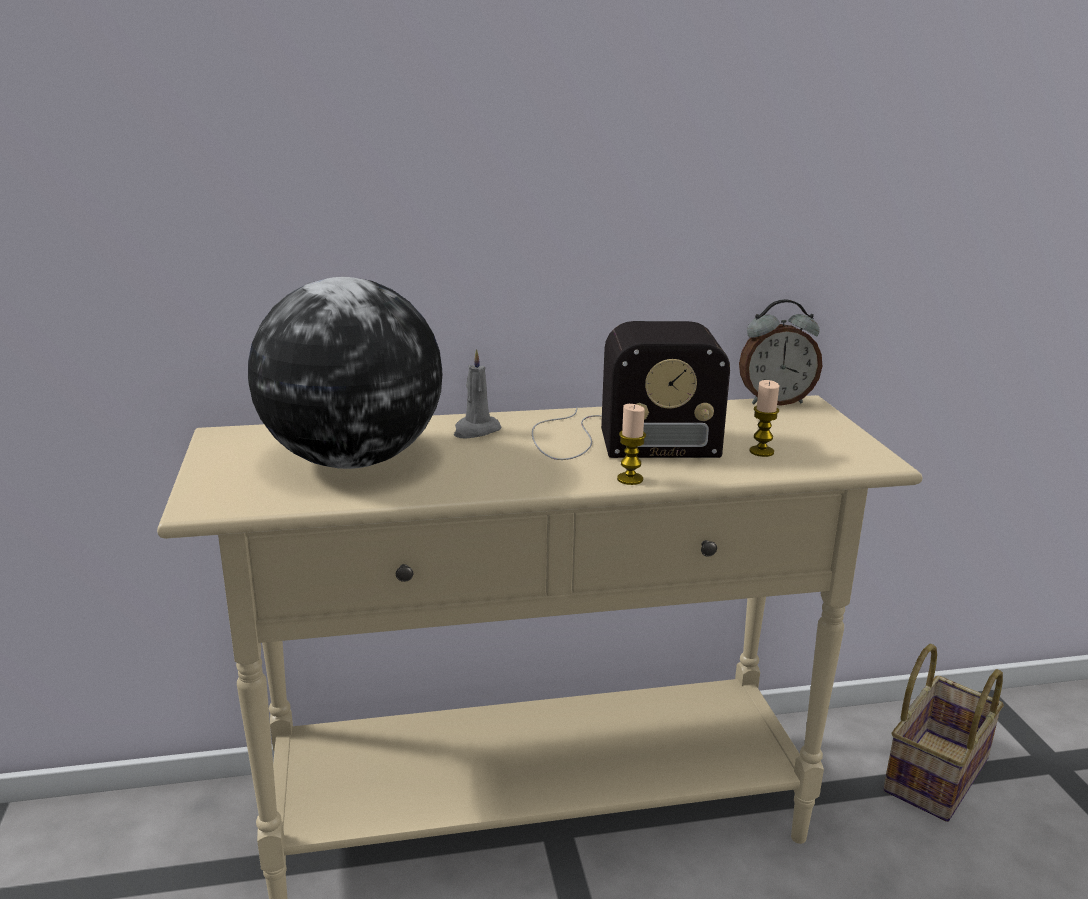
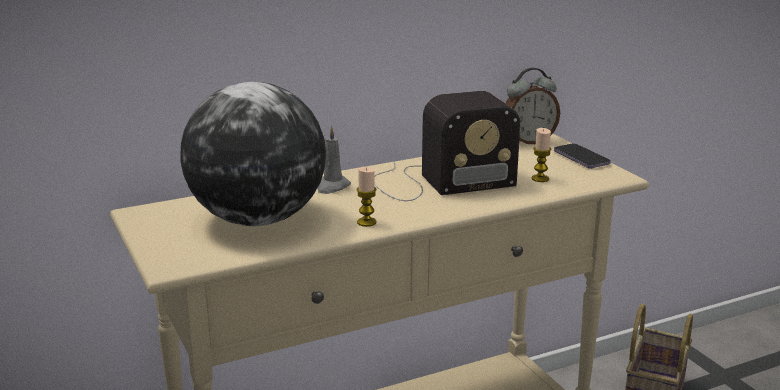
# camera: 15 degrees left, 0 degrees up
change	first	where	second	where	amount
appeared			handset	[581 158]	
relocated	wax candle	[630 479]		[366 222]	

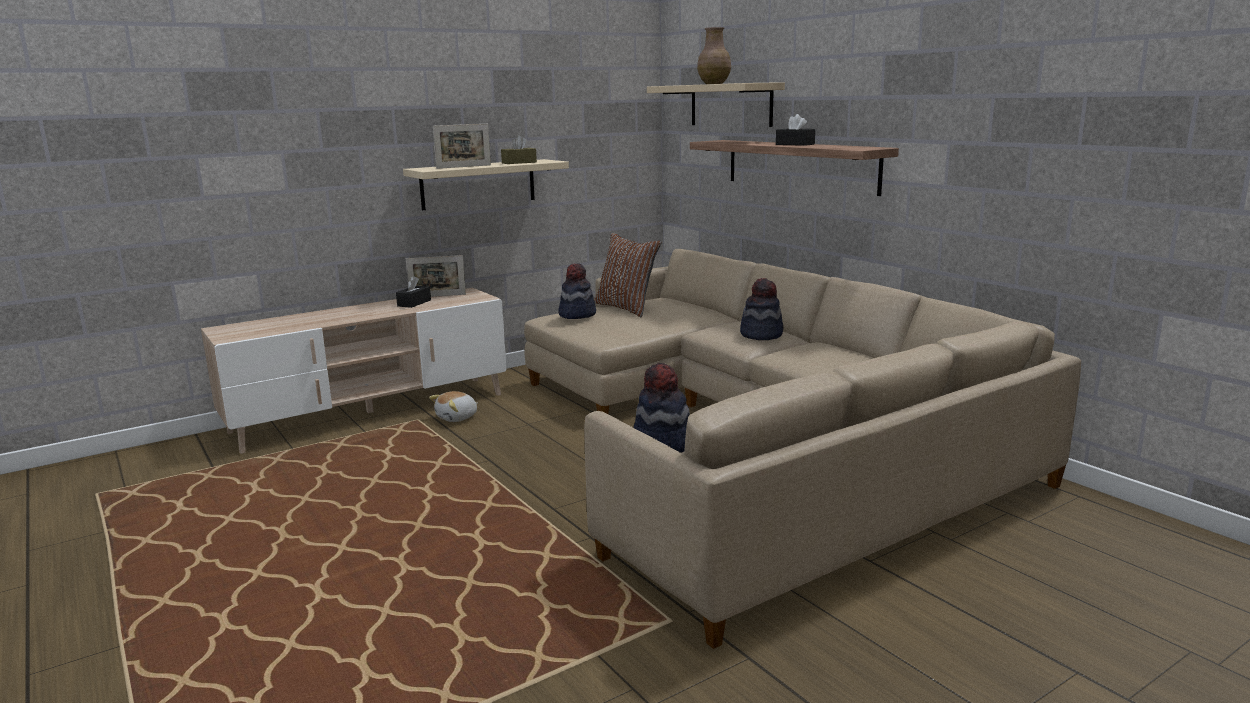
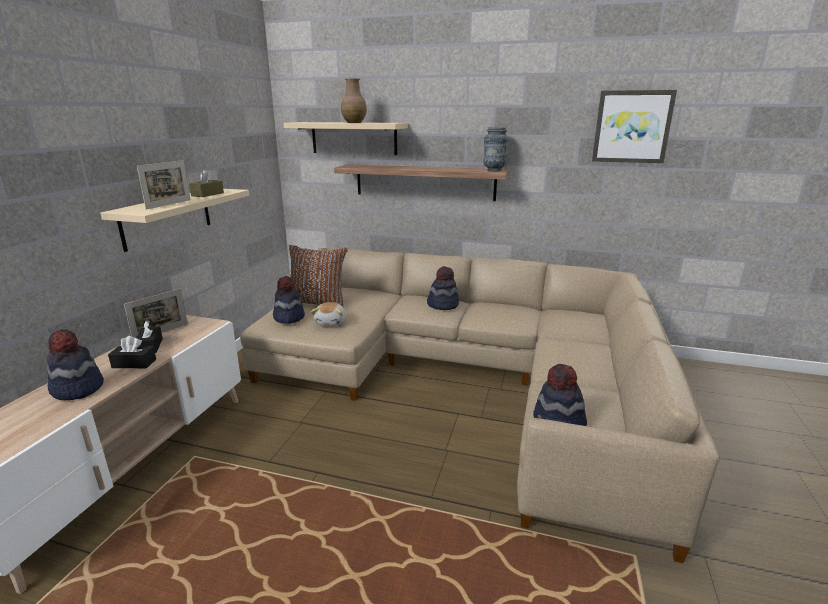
# camera: 40 degrees left, 5 degrees up
change	first	where	second	where	amount
appeared			wearable hat	[77 389]	
appeared			flower vase	[494 170]	
appeared			picture	[632 127]	
relocated	soft toy	[457 418]		[331 322]	
relocated	tissue box (blackish)	[795 144]		[134 363]	

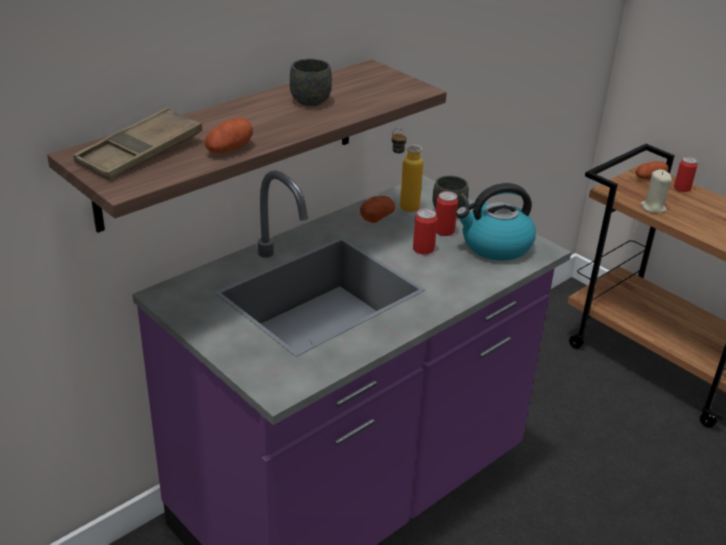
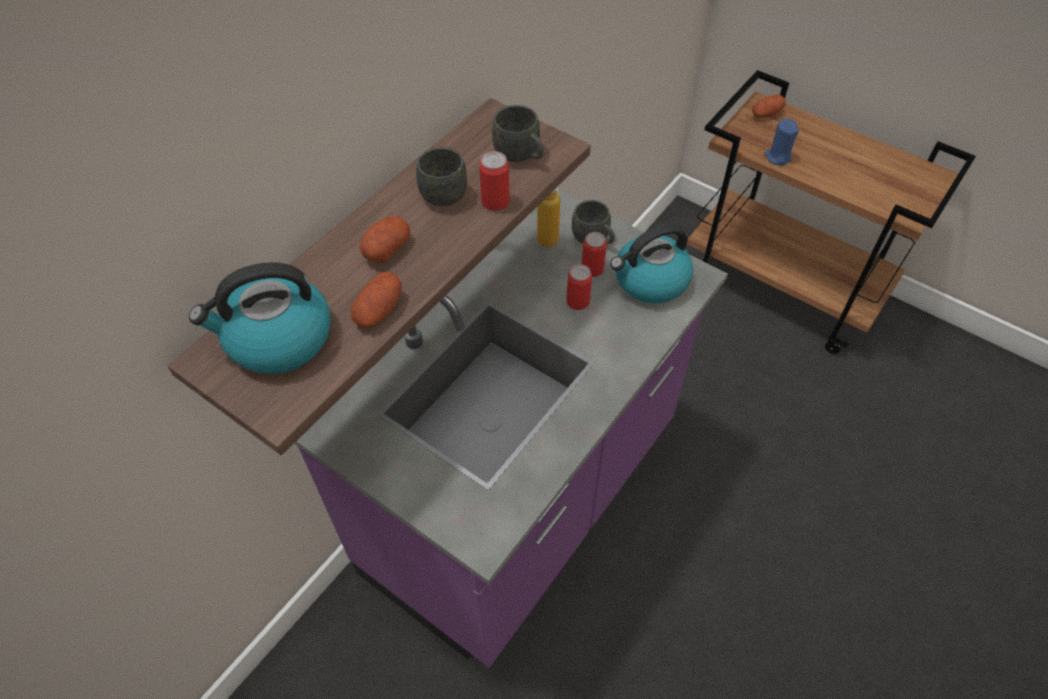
# camera: 10 degrees left, 20 degrees up
change	first	where	second	where	amount
appeared			mug (greyish)	[521 156]	
relocated	spud	[377 217]		[387 249]	
relocated	metal can	[682 188]		[495 201]	
exchanged	serving tray (brownish)	[140 152]	kettle	[278 339]	
colour	wax candle (beige)	[653 208]	wax candle (blue-coloured)	[777 157]	

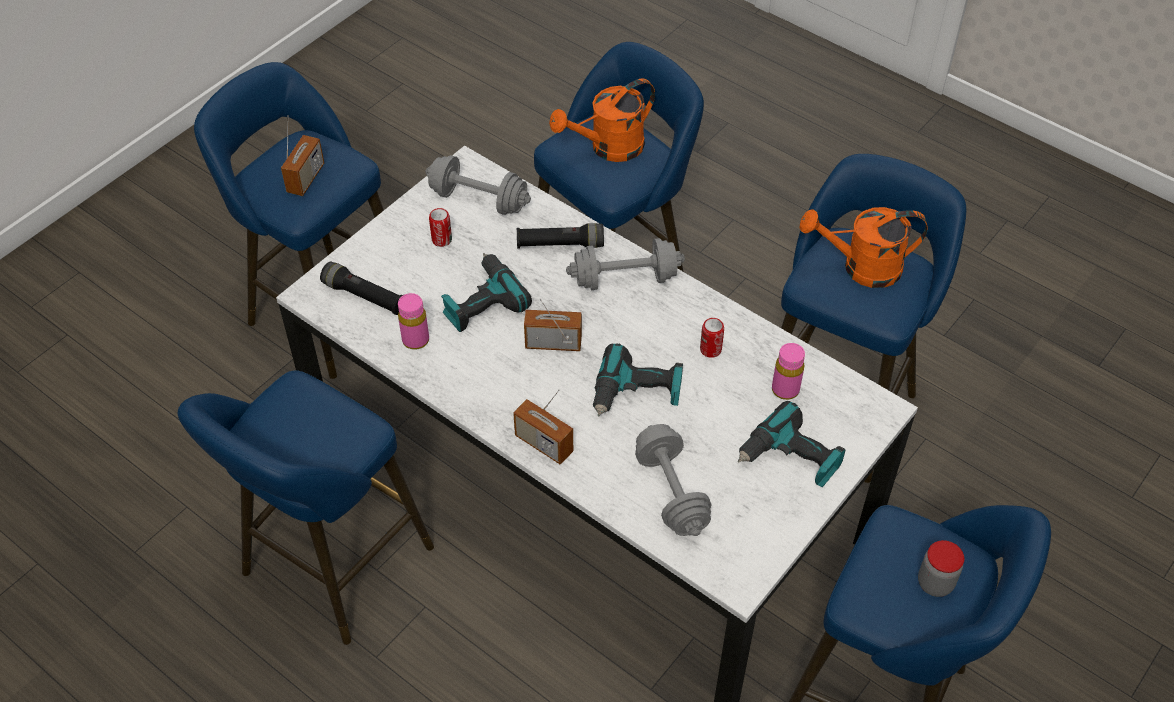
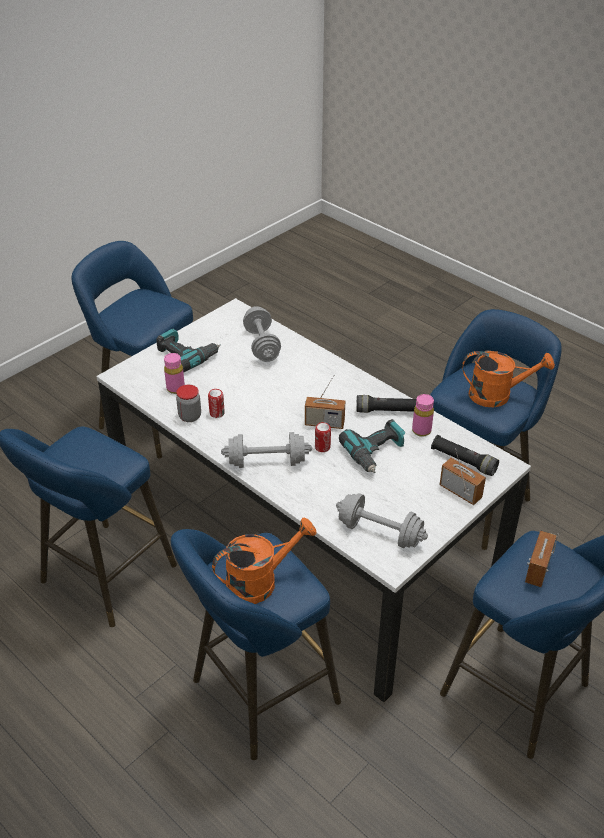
# camera: 175 degrees left, 10 degrees down
change	first	where	second	where	amount
missing	electric drill	[637 393]			
relocated	metal can	[442 240]		[322 447]	
relocated	radio	[544 444]		[460 492]	
relocated	torch (blackish)	[560 244]		[387 411]	
relocated	watering pot (orange)	[861 268]		[497 395]	
relocated	storage jar	[935 583]		[190 416]	

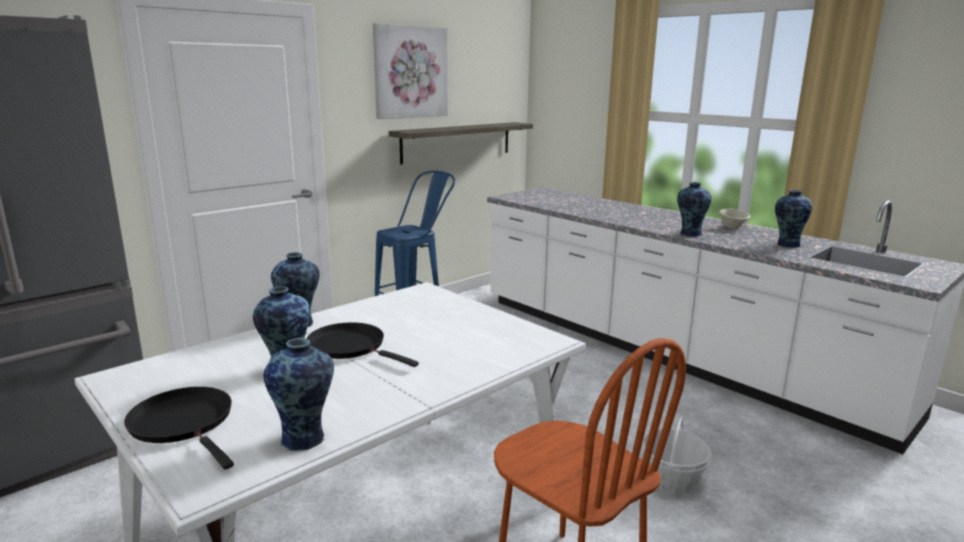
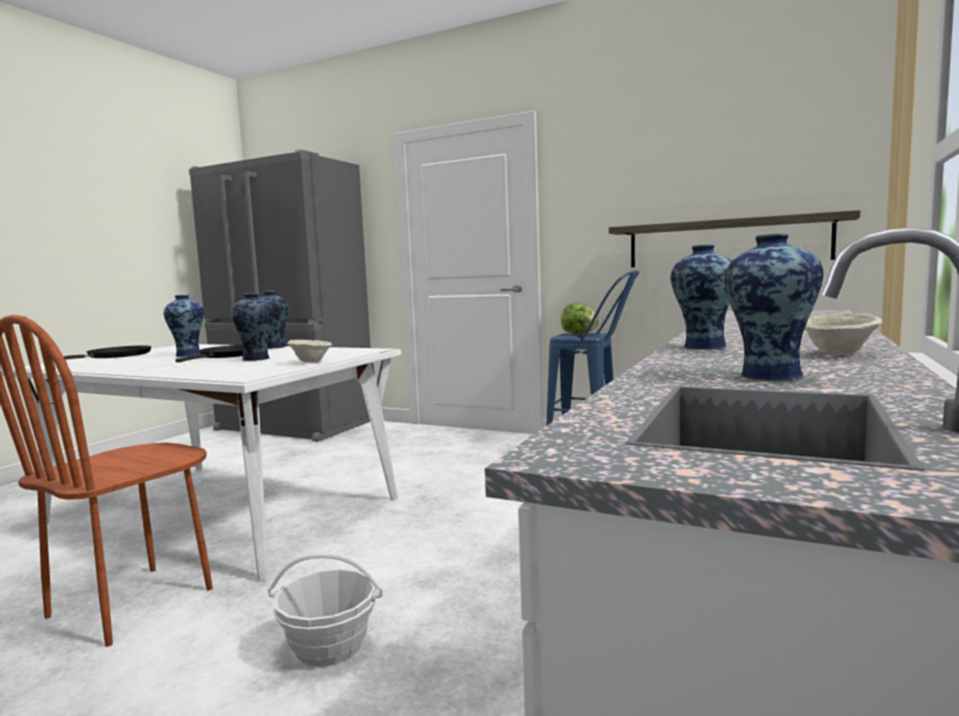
# camera: 70 degrees right, 10 degrees down
change	first	where	second	where	amount
missing	picture	[410 72]			
appeared			deep dish (beige)	[310 362]	
appeared			lettuce head	[579 333]	
relocated	flower vase	[305 439]		[256 359]	

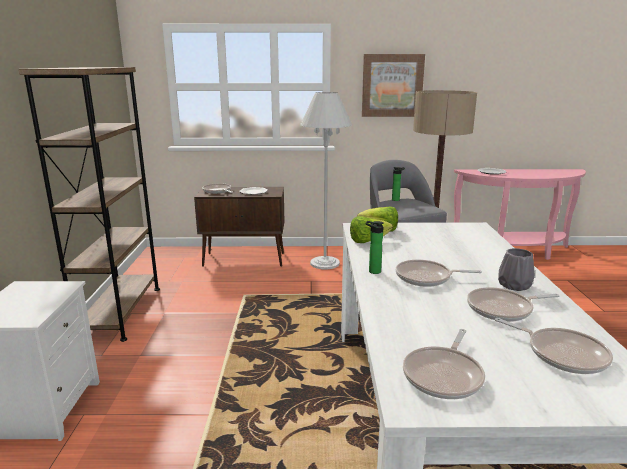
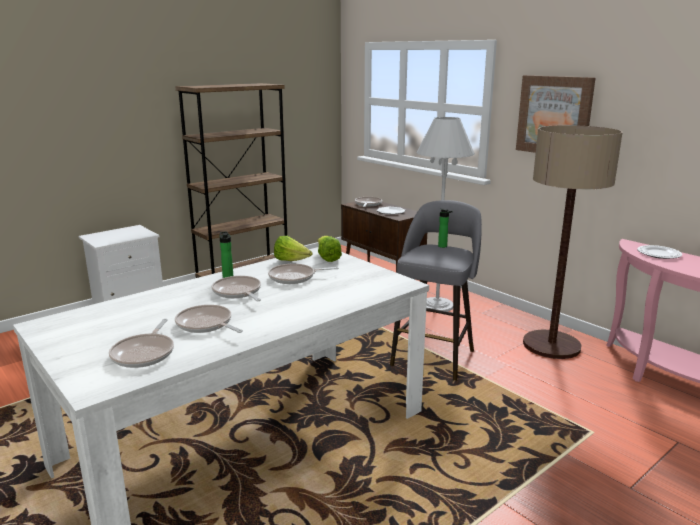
# camera: 50 degrees right, 0 degrees up
change	first	where	second	where	amount
missing	flower vase (greyish)	[513 285]			
relocated	pan	[444 375]		[295 277]	

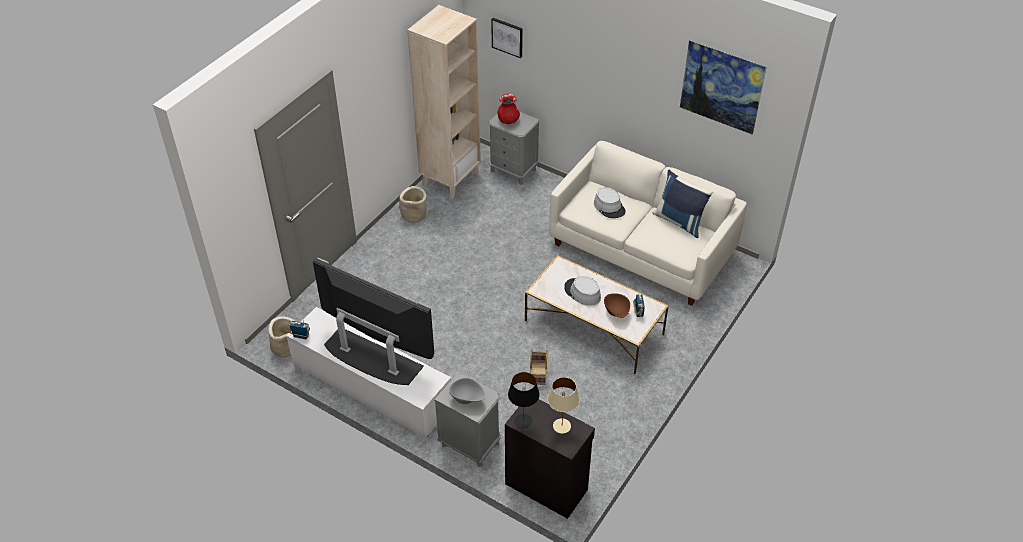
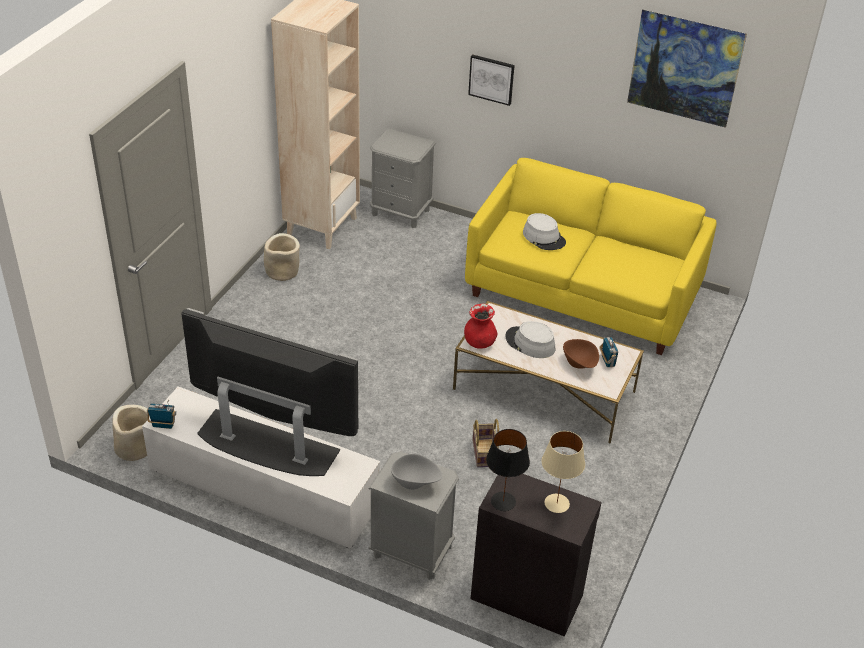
# camera: 10 degrees left, 5 degrees down
change	first	where	second	where	amount
missing	pillow (blue-coloured)	[680 221]			
relocated	picture	[507 37]		[491 79]	
relocated	flower vase (reddish)	[508 121]		[479 343]	
colour	sofa (white)	[642 248]	sofa (yellow)	[584 292]	

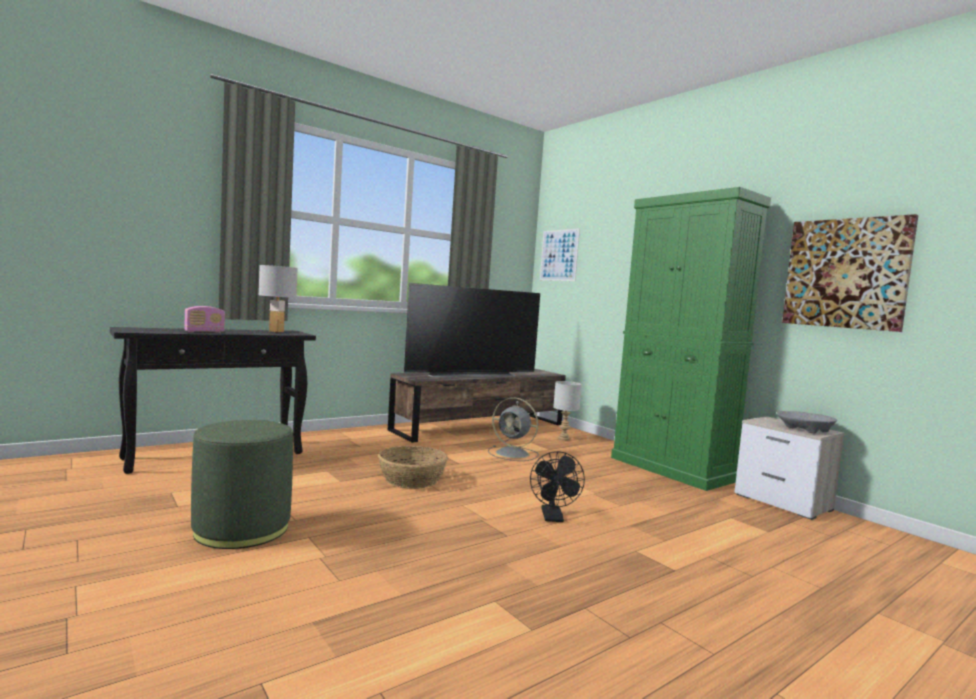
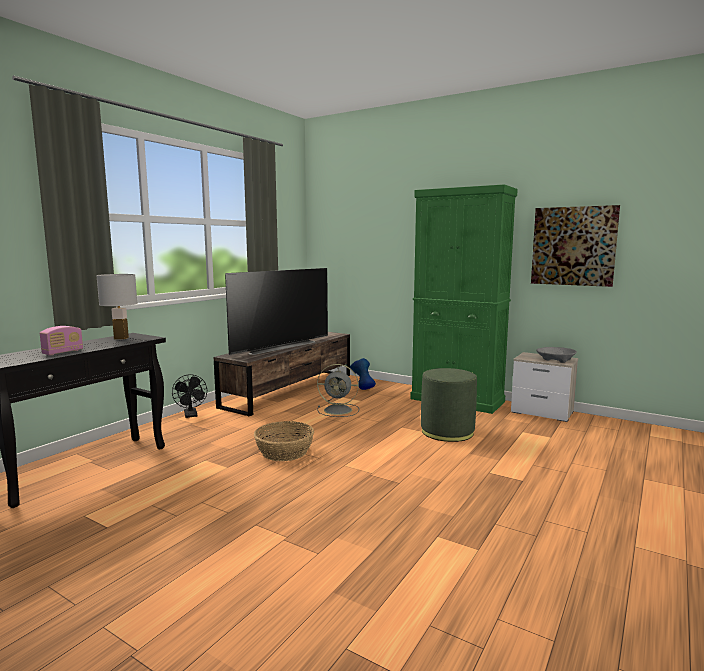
# camera: 20 degrees left, 5 degrees up
change	first	where	second	where	amount
missing	picture	[559 255]			
relocated	ottoman (green-coloured)	[241 529]		[447 431]	
relocated	cooling fan (blackish)	[553 518]		[191 415]	
exchanged	tabletop lamp (greyish)	[563 439]	flower vase (blue-coloured)	[362 388]	

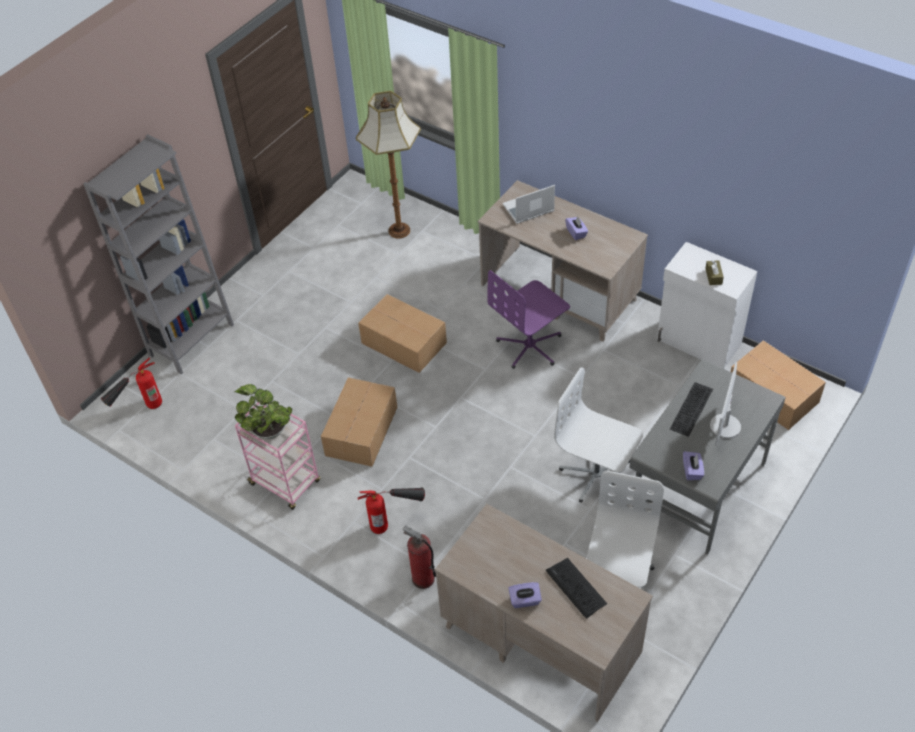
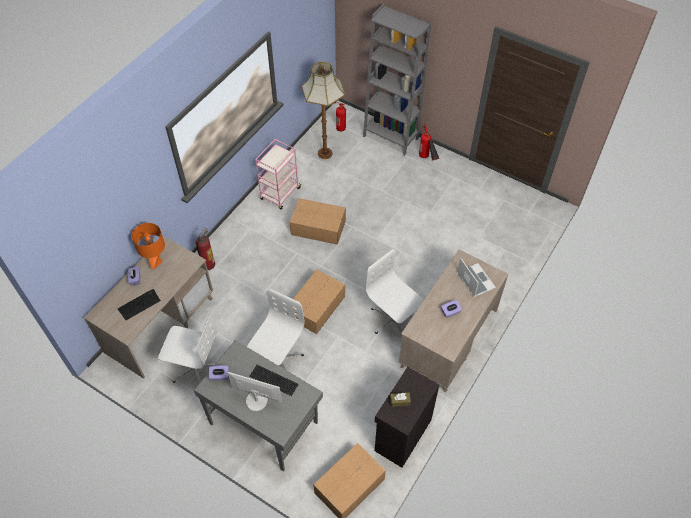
# camera: 85 degrees right, 5 degrees up
change	first	where	second	where	amount
missing	plant in a pot	[268 430]			
appeared			tabletop lamp (orange)	[156 262]	
relocated	floor lamp	[399 230]		[325 153]	
relocated	cardboard box	[404 343]		[316 307]	
relocated	fire-fighting cylinder	[395 522]		[427 161]	
colour	computer chair (purple-coloured)	[530 346]	computer chair (white)	[393 319]	
colour	cabinet (white)	[698 342]	cabinet (blackish)	[402 435]	

